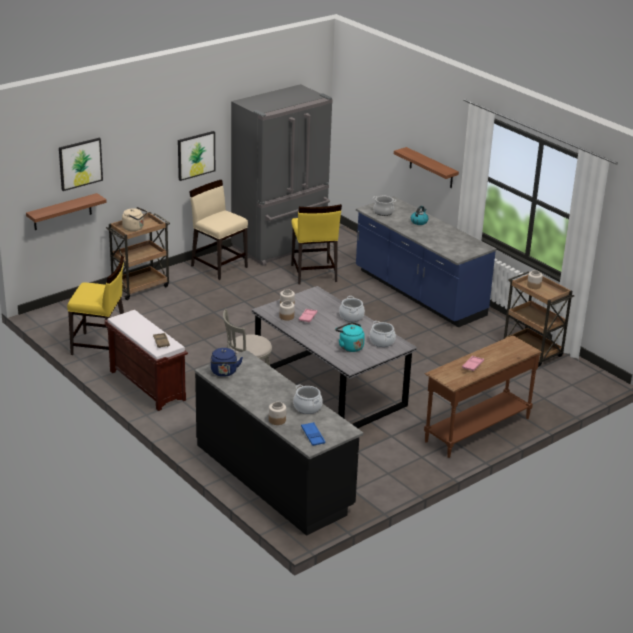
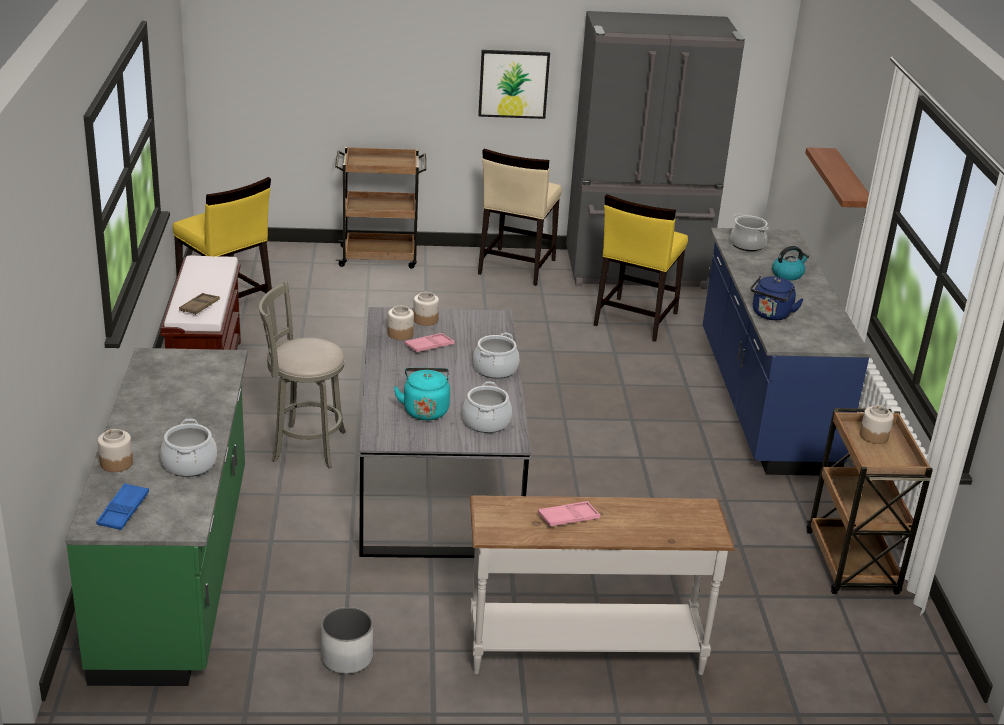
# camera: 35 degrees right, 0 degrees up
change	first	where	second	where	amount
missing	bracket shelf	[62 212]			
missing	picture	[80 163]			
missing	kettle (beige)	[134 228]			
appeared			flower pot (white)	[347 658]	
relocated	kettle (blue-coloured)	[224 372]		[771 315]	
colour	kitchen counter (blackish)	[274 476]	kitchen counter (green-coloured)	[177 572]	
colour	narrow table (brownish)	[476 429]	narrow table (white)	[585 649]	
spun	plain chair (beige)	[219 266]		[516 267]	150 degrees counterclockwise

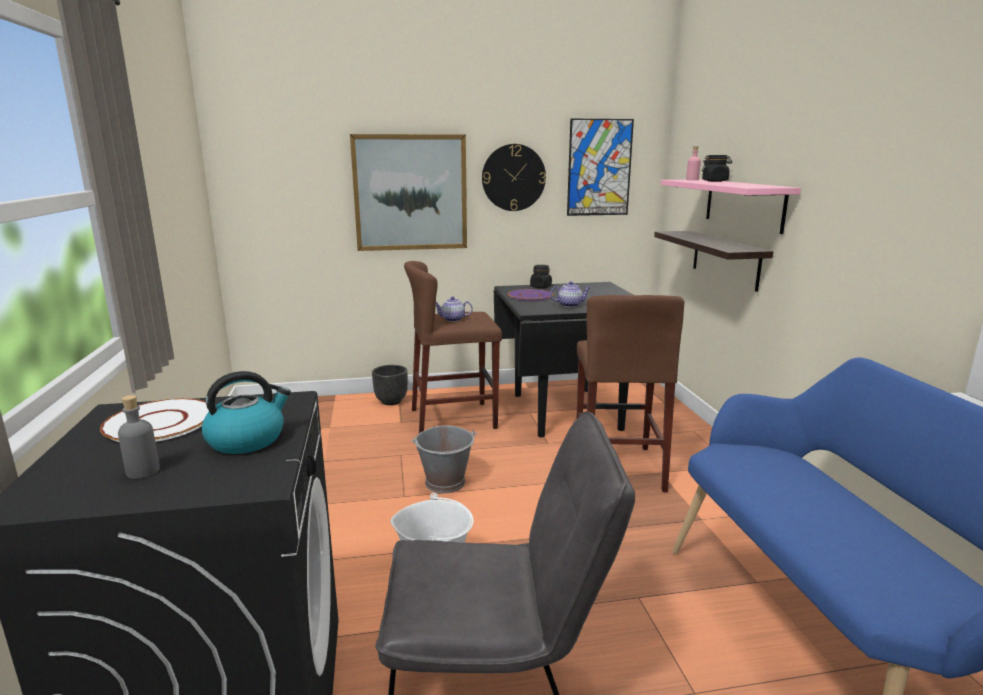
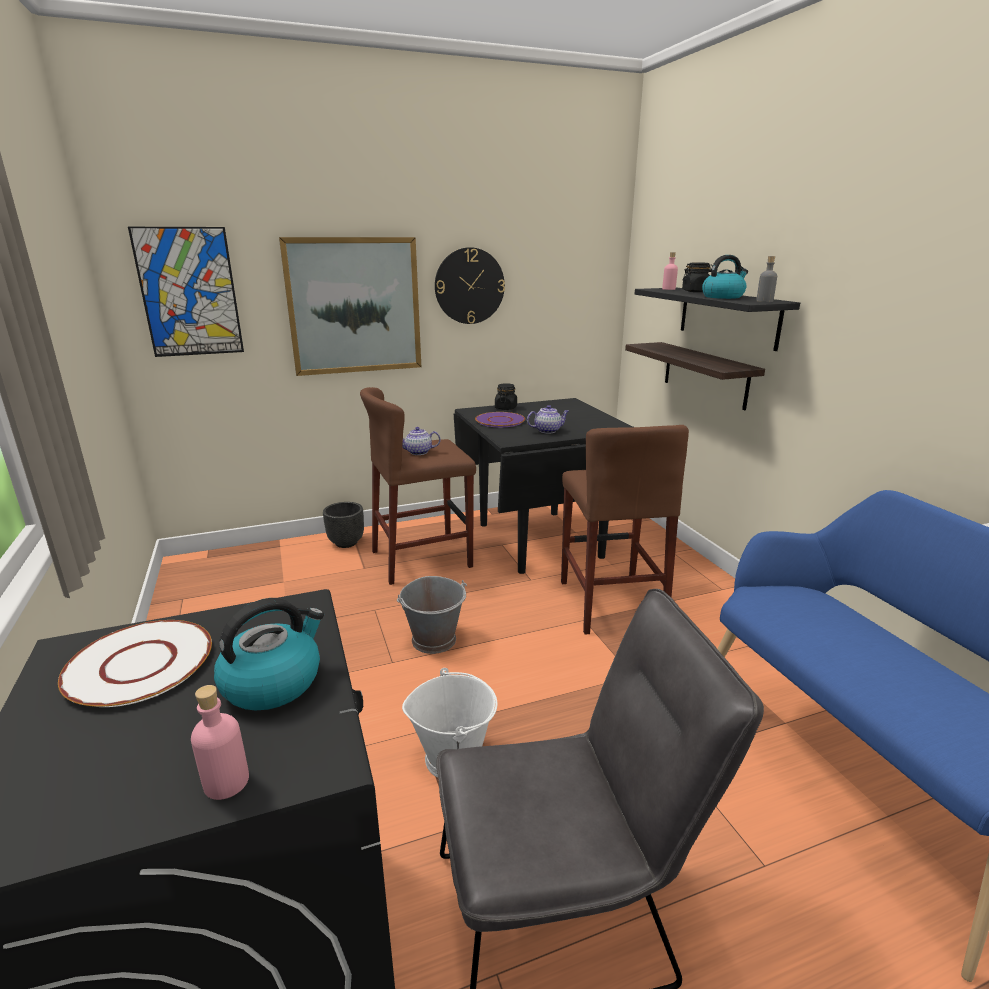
# camera: 10 degrees left, 5 degrees up
change	first	where	second	where	amount
appeared			beverage bottle (pinkish)	[226 782]	
appeared			kettle	[723 297]	
relocated	beverage bottle (greyish)	[143 471]		[764 301]	
relocated	picture	[599 168]		[189 292]	
colour	bracket shelf (pinkish)	[743 204]	bracket shelf (blackish)	[728 317]	

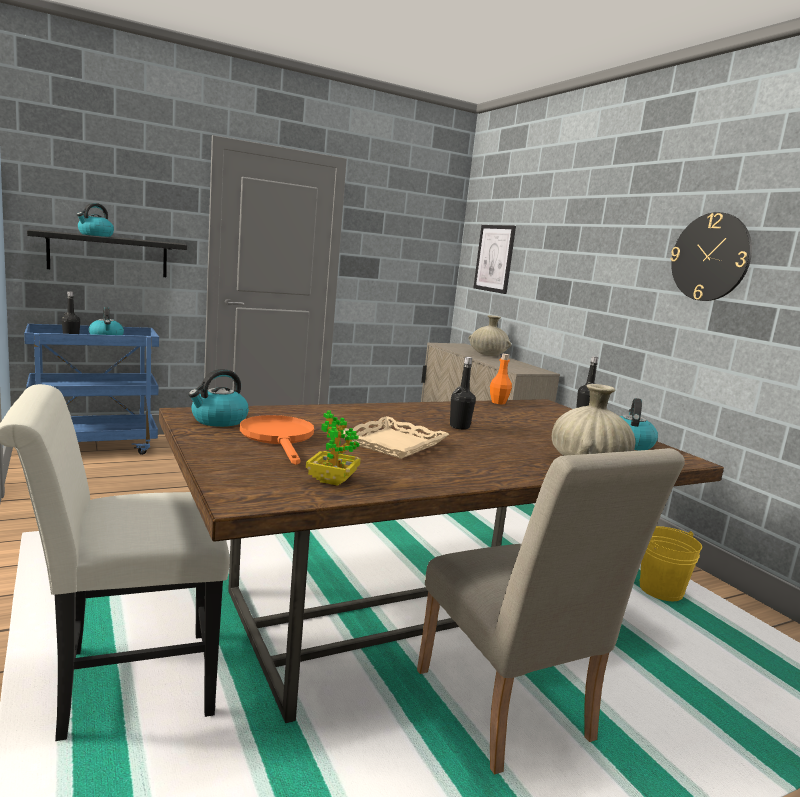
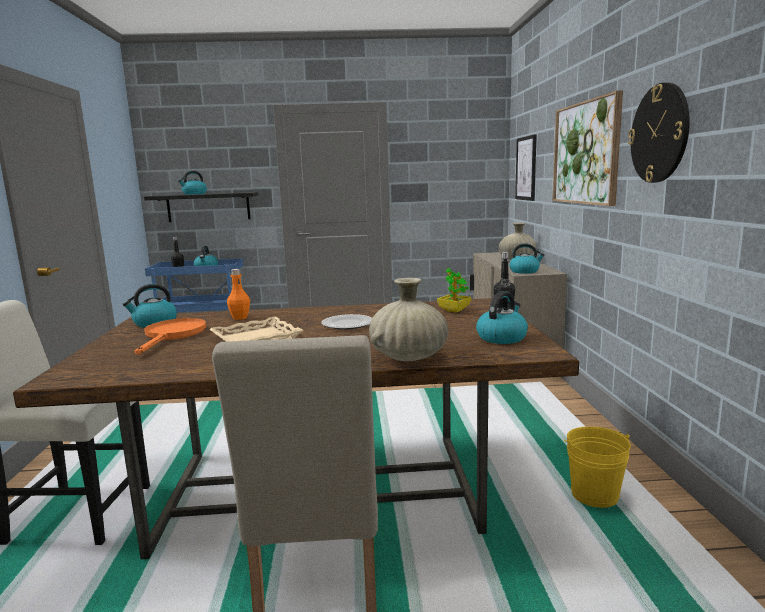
# camera: 25 degrees right, 0 degrees up
change	first	where	second	where	amount
appeared			kettle	[524 271]	
appeared			picture	[585 153]	
relocated	plant in a pot	[332 480]		[454 310]	
relocated	beverage bottle (orange)	[498 402]		[240 318]	
exchanged	beverage bottle (blackish)	[459 427]	dinner plate	[347 324]	

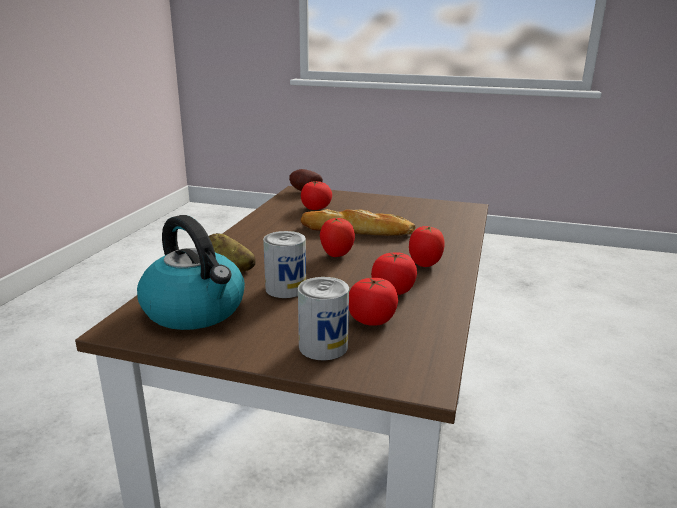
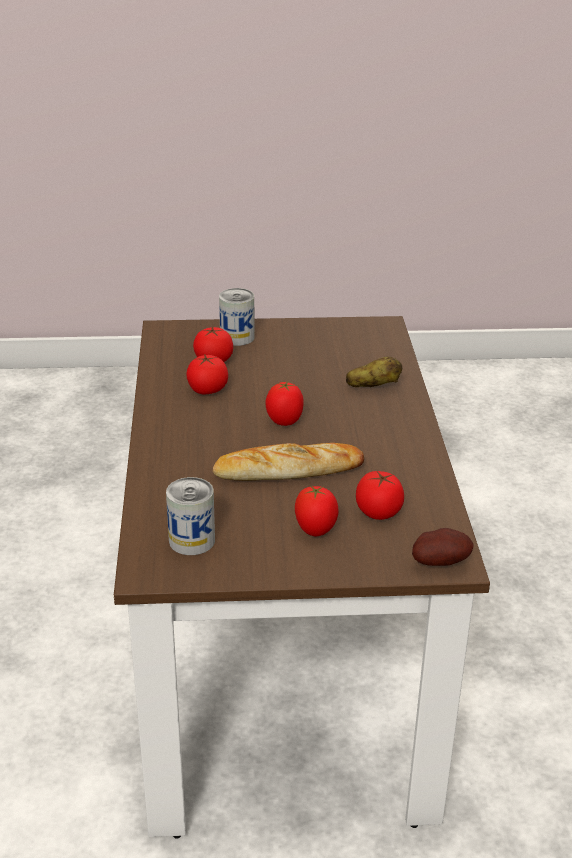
# camera: 160 degrees right, 10 degrees up
change	first	where	second	where	amount
missing	kettle	[196 310]			
relocated	metal can	[285 288]		[192 540]	
relocated	fresh tomato	[425 265]		[315 531]	

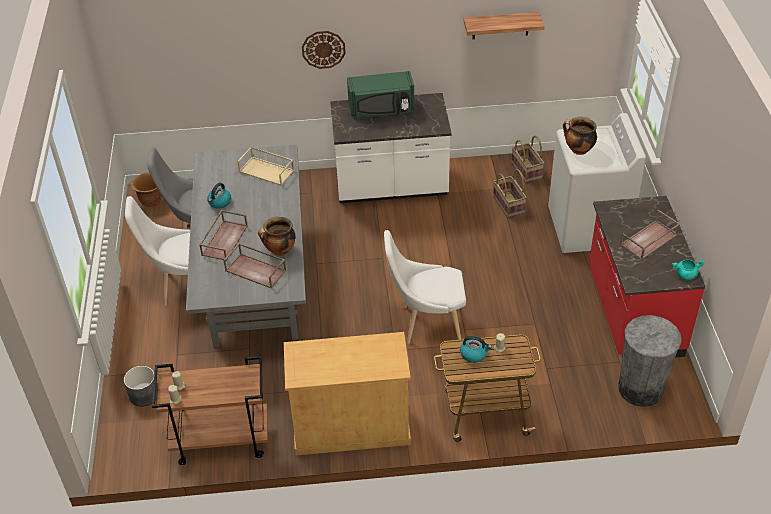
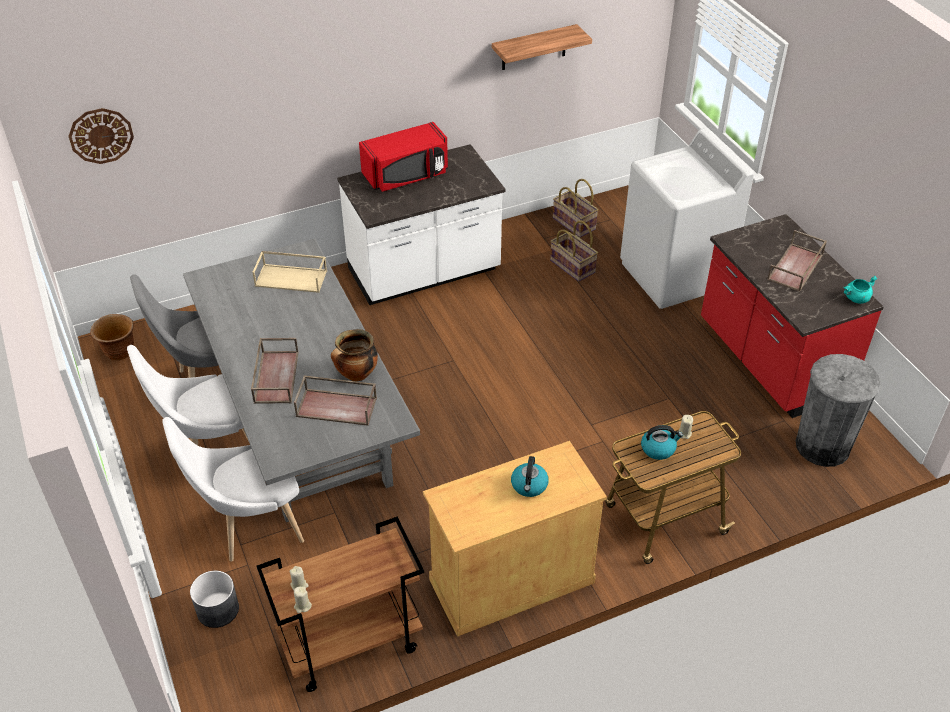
# camera: 20 degrees left, 0 degrees up
change	first	where	second	where	amount
missing	cooking pot	[578 150]			
relocated	kettle	[219 202]		[529 486]	
relocated	wall clock	[323 49]		[101 135]	
relocated	plain chair (white)	[426 323]		[251 526]	
colour	kitchen microwave (green-coloured)	[381 109]	kitchen microwave (reddish)	[406 175]	

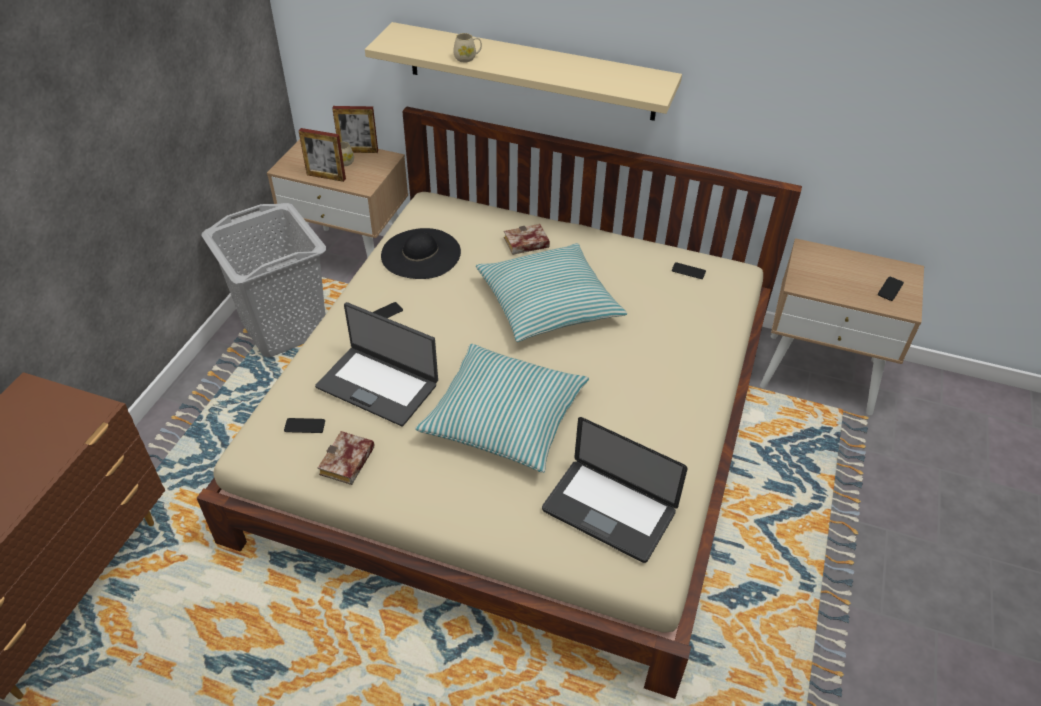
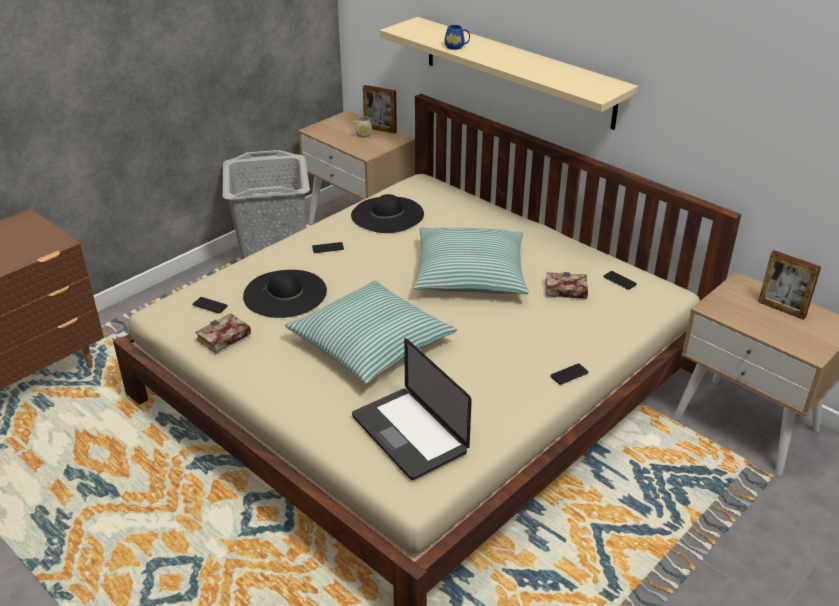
# camera: 25 degrees right, 10 degrees down
change	first	where	second	where	amount
relocated	photo frame	[326 177]		[781 309]	
relocated	bound book	[525 244]		[564 290]	
relocated	handset	[890 289]		[569 374]	
exchanged	notebook computer	[378 385]	wearable hat (blackish)	[285 293]	
colour	mug (beige)	[467 58]	mug (blue-coloured)	[457 47]	

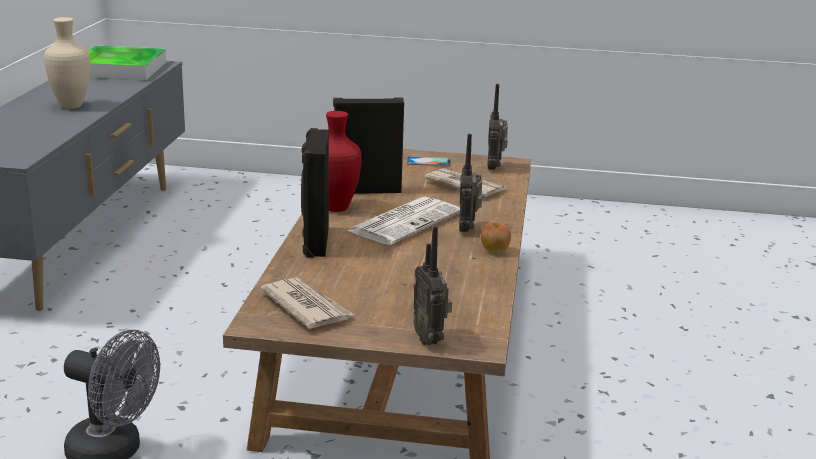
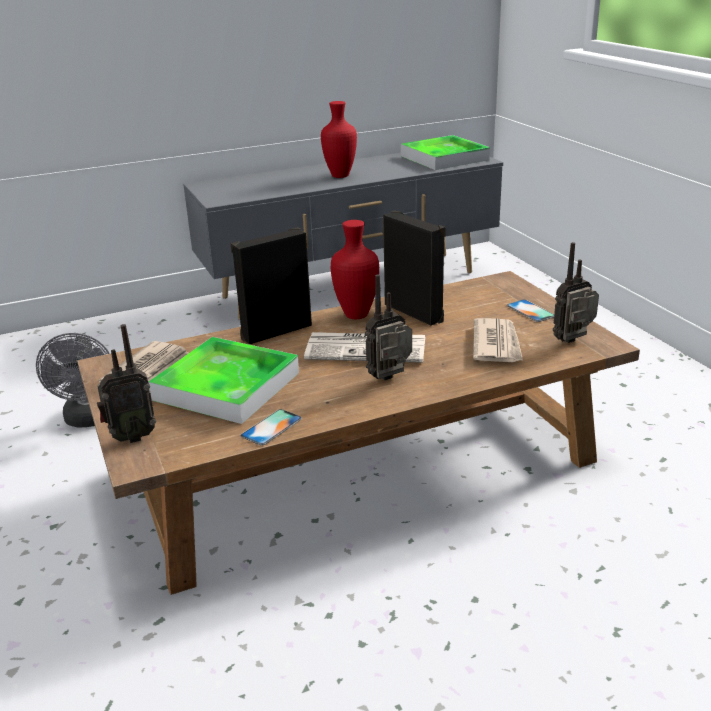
# camera: 60 degrees right, 5 degrees up
change	first	where	second	where	amount
missing	apple	[494 251]			
appeared			serving tray	[227 386]	
appeared			handset	[271 427]	
colour	flower vase (beige)	[71 106]	flower vase (reddish)	[339 176]	
spun	radio	[430 339]		[131 437]	150 degrees counterclockwise

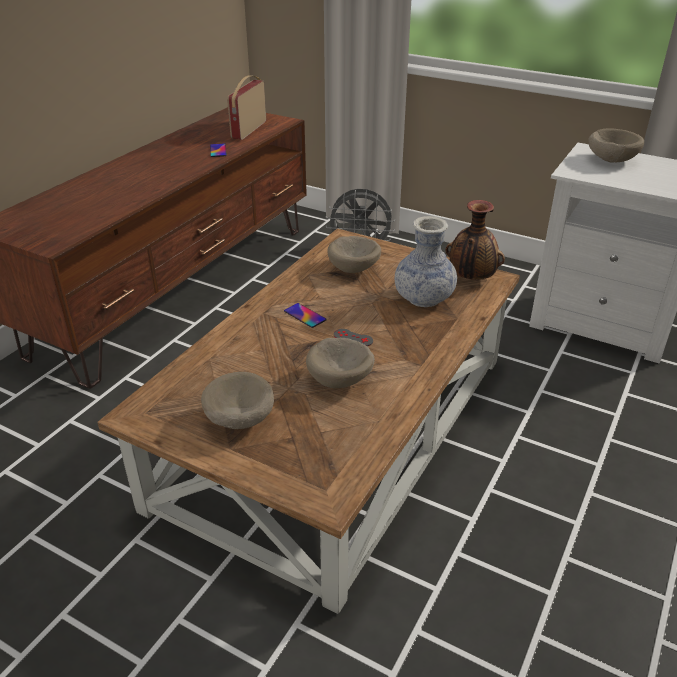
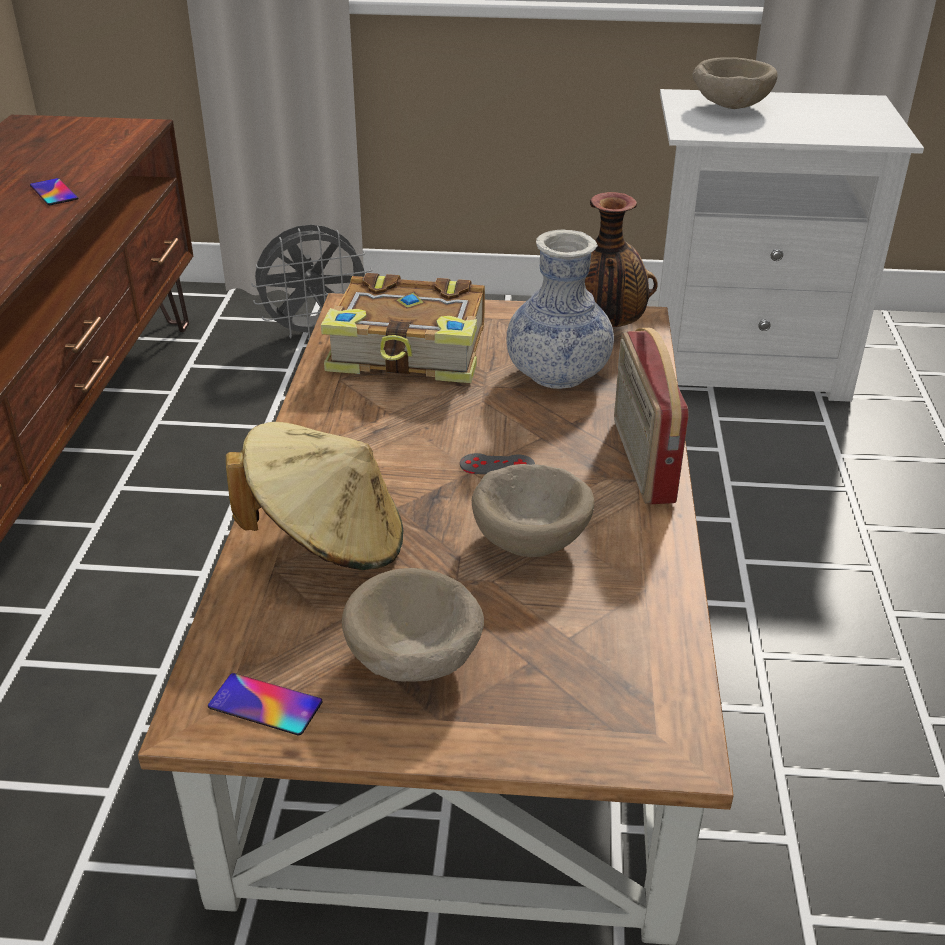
# camera: 25 degrees left, 0 degrees up
change	first	where	second	where	amount
appeared			wearable hat (beige)	[327 541]	
relocated	radio	[248 130]		[641 460]	
relocated	handset	[305 315]		[265 705]	
exchanged	deep dish (beige)	[355 268]	bound book	[410 352]	

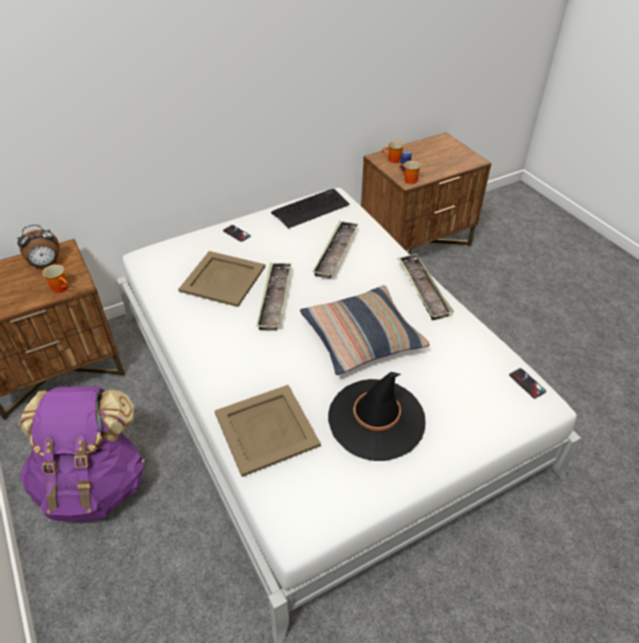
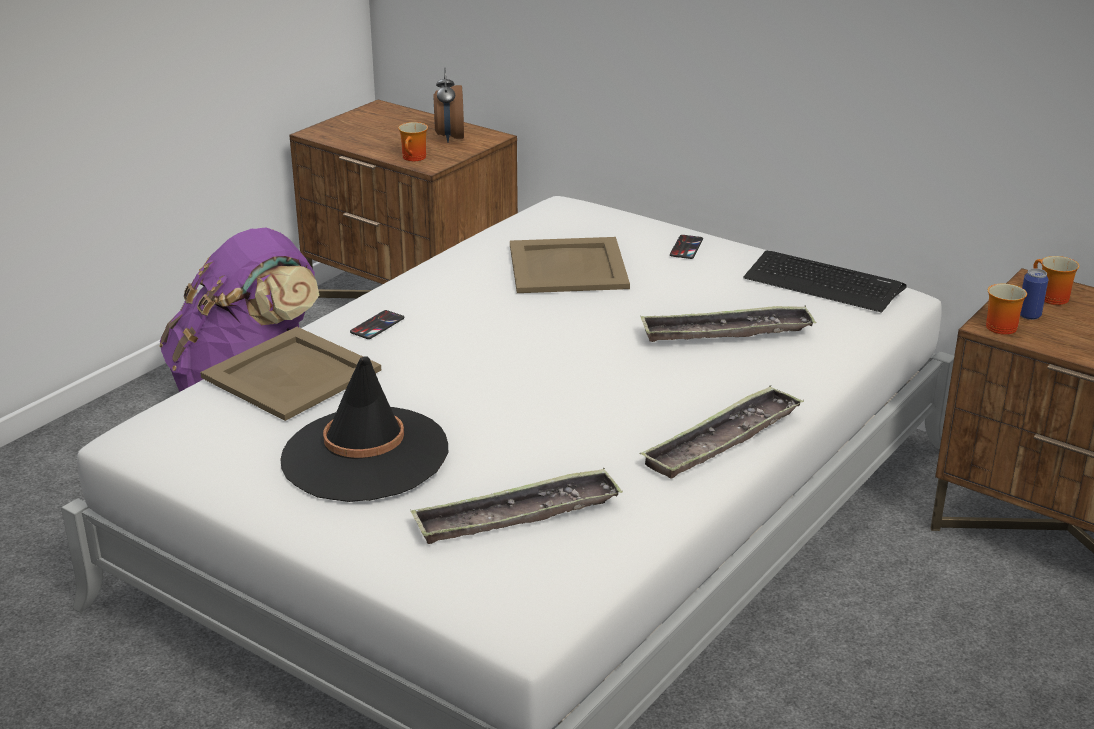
# camera: 65 degrees right, 15 degrees down
change	first	where	second	where	amount
missing	pillow	[362 337]			
relocated	serving tray	[275 299]		[517 516]	
relocated	handset	[527 383]		[377 325]	
spun	table clock	[46 265]		[449 137]	45 degrees clockwise

